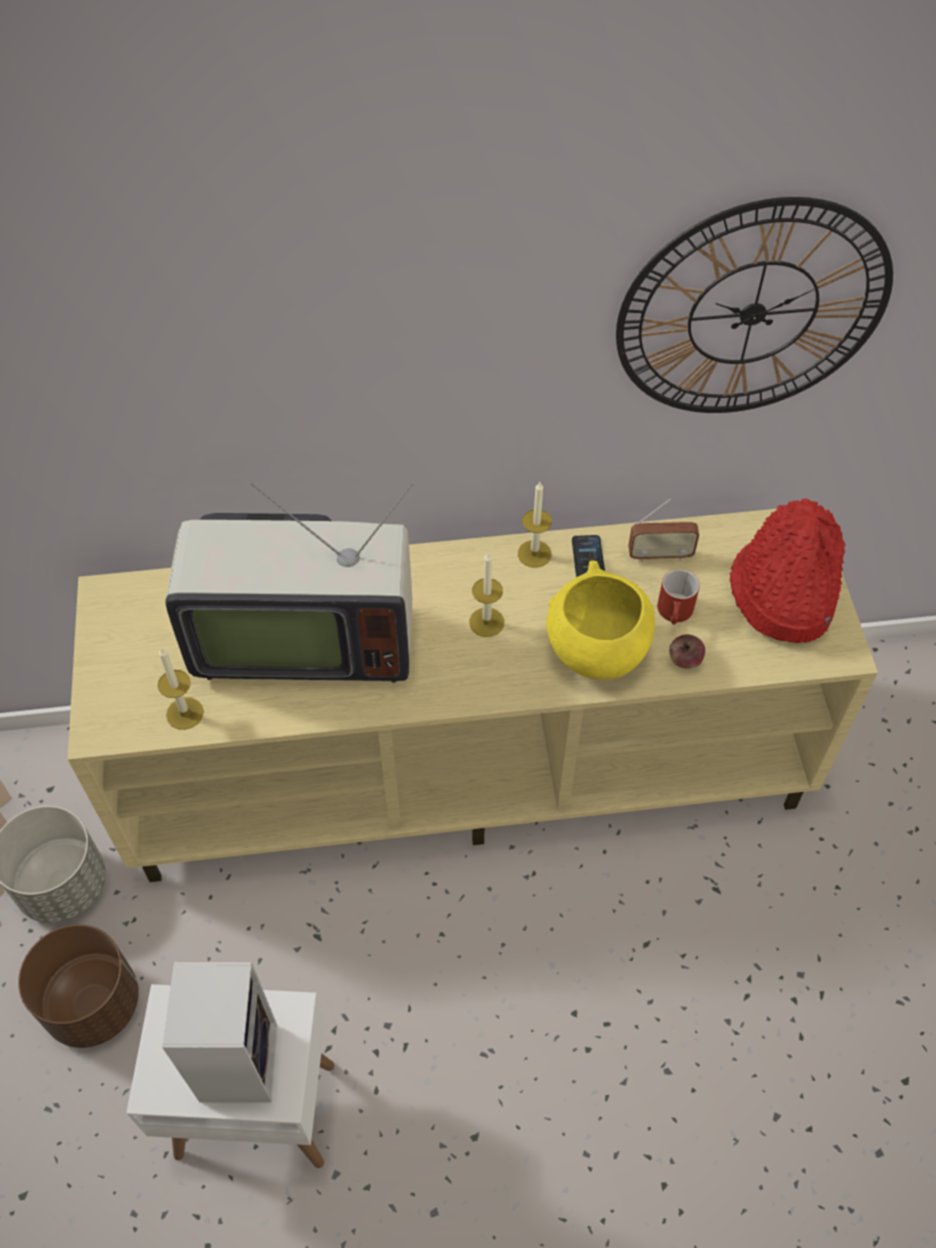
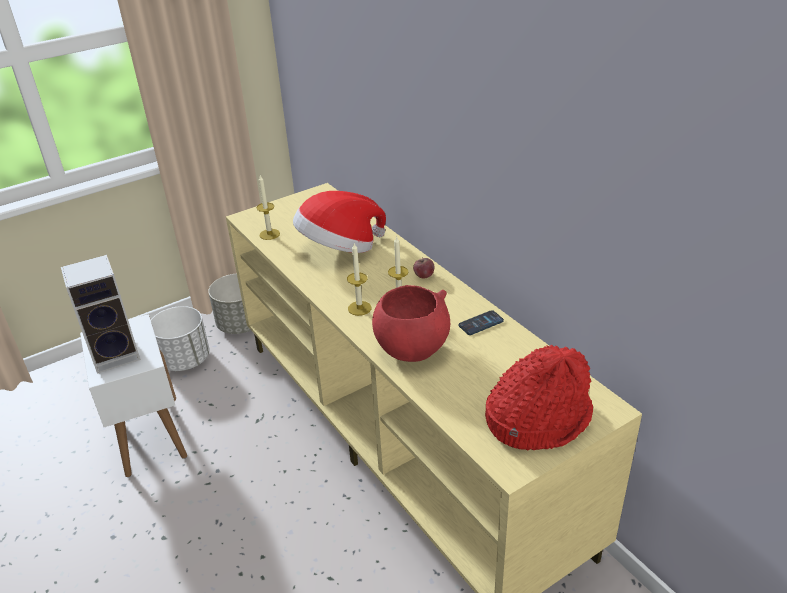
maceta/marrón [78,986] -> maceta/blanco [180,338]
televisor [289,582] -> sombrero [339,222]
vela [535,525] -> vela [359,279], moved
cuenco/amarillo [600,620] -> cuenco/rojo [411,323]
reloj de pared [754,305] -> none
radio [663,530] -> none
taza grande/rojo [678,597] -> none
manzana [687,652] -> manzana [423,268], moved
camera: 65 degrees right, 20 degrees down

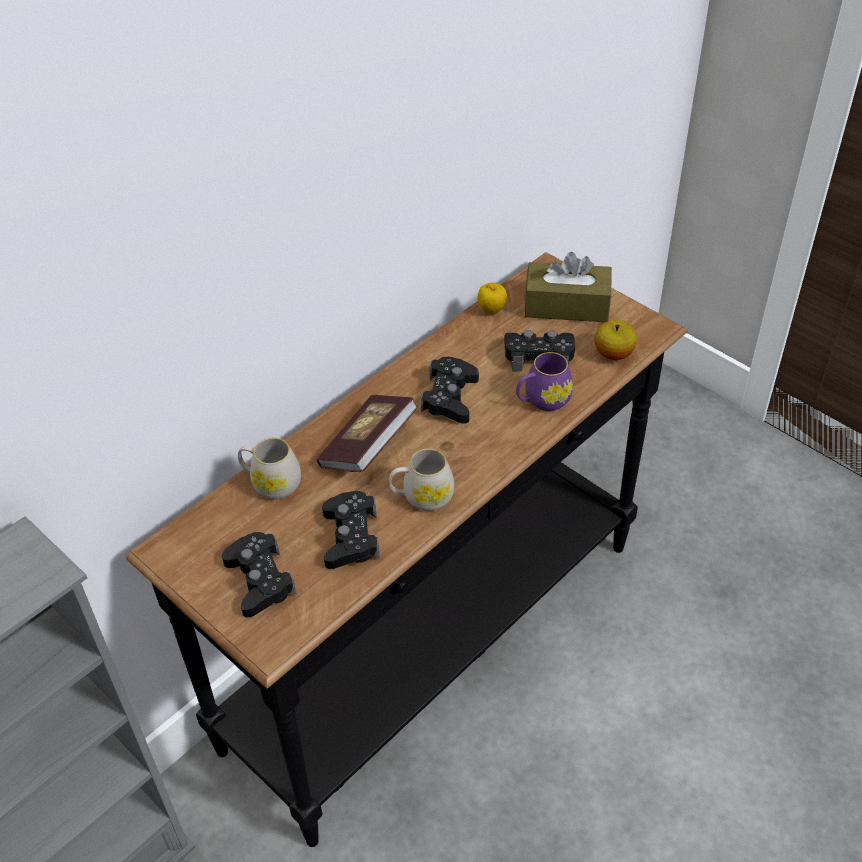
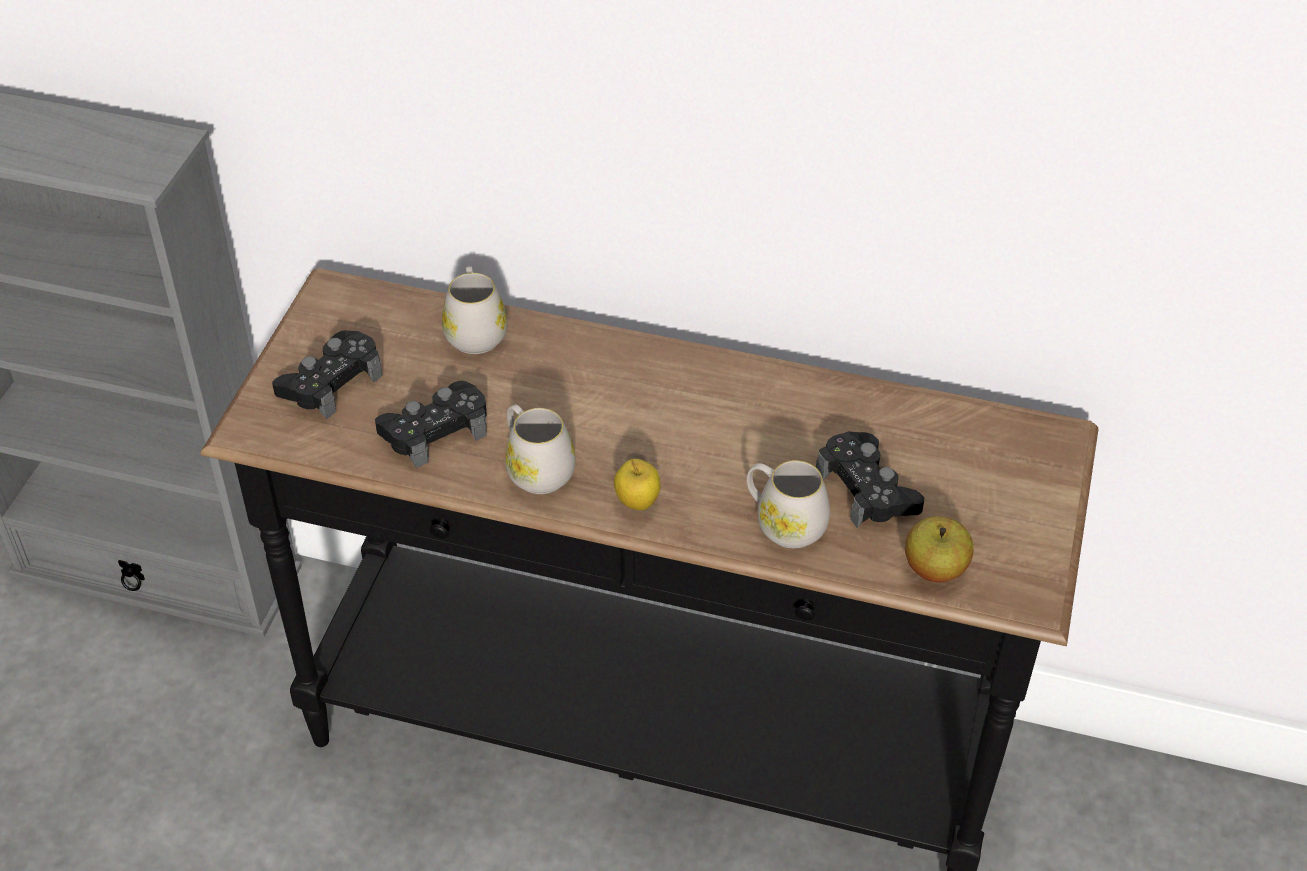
libro [367,433] -> none
mando de consola/negro [450,390] -> none
manzana [492,298] -> manzana [637,484], moved
taza grande/morado [544,381] -> taza grande/blanco [788,504]
caja de pañuelos/marrón [568,287] -> none
camera: 60 degrees right, 0 degrees up

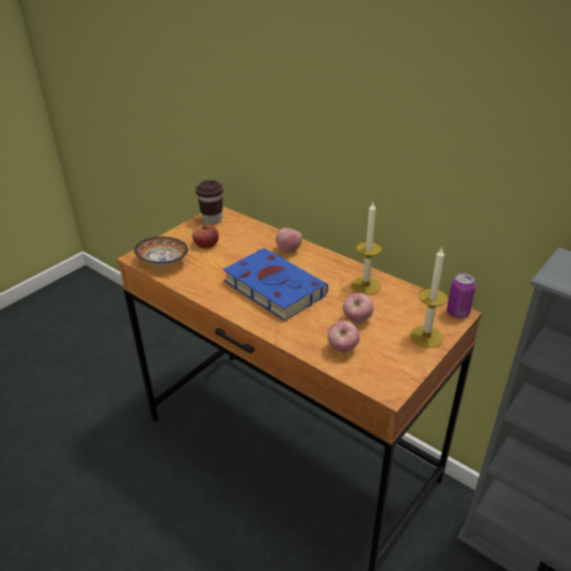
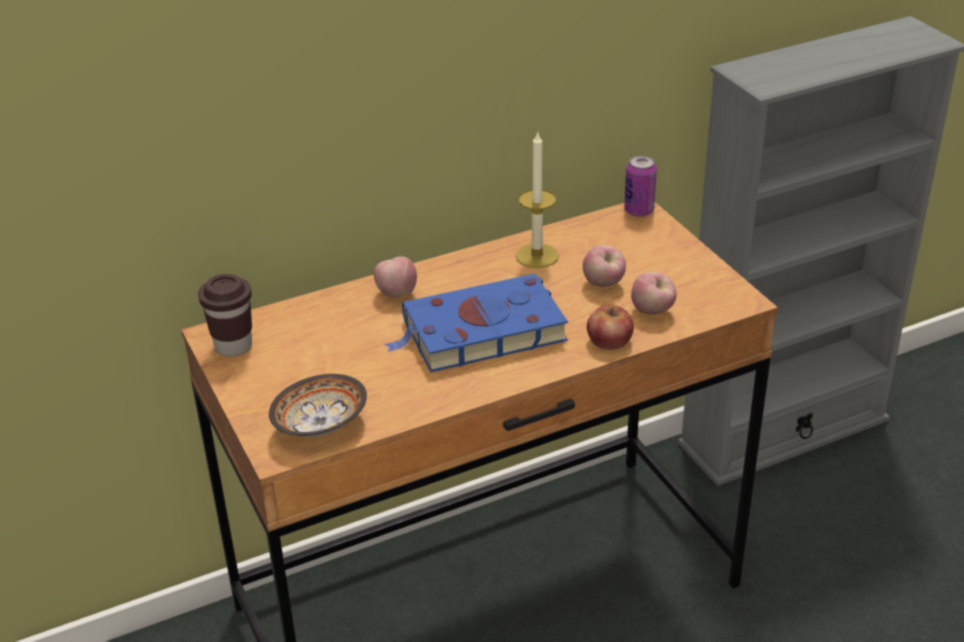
manzana [205,236] -> manzana [610,327], moved
vela [429,297] -> none
camera: 65 degrees left, 0 degrees up

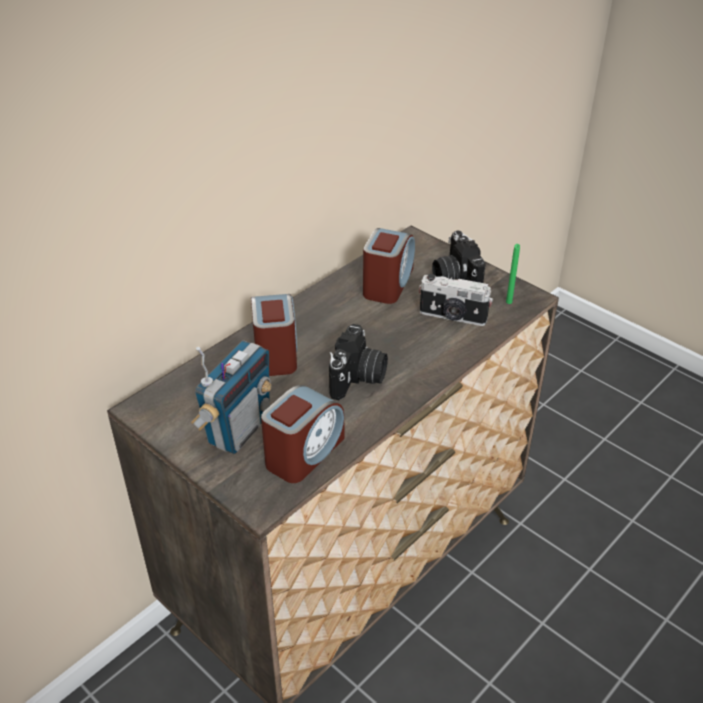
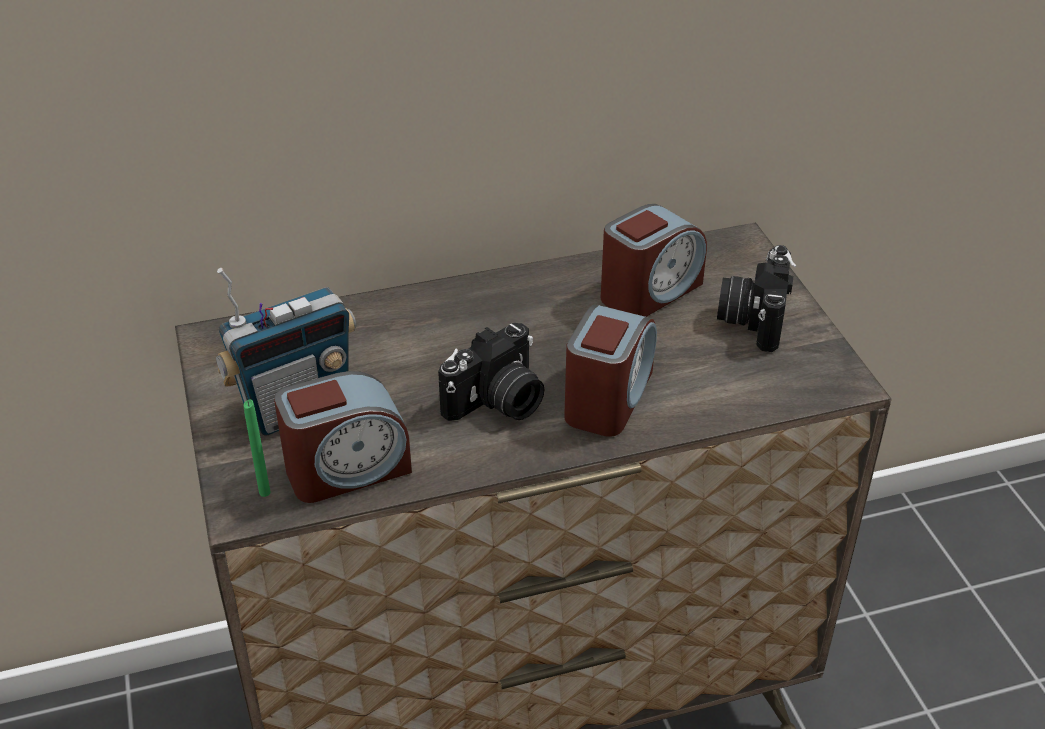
despertador [274,335] -> despertador [610,370], moved
cámara [456,300] -> none
vela/verde [513,274] -> vela/verde [257,448], moved
camera: 30 degrees right, 0 degrees up

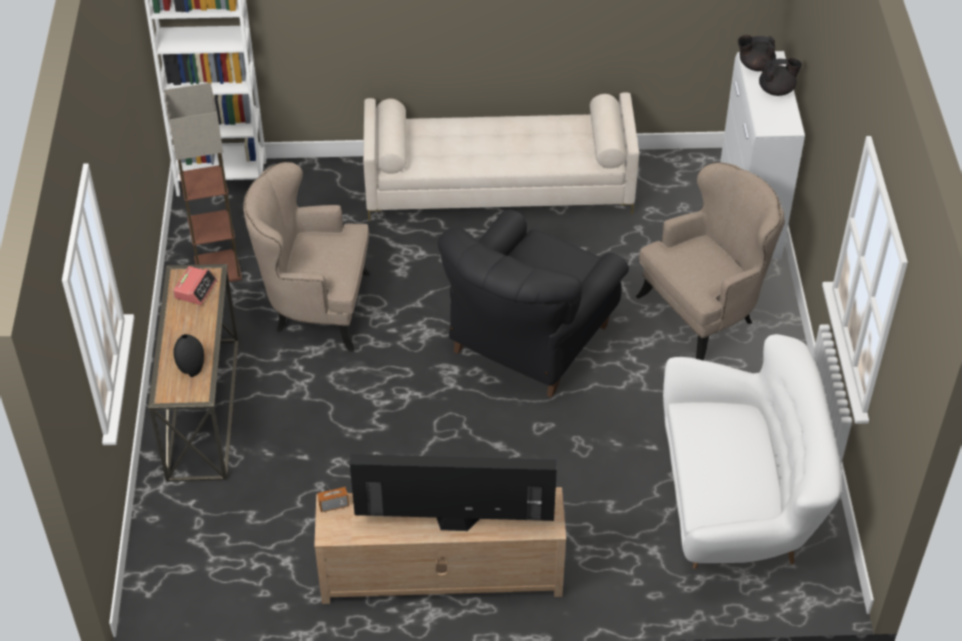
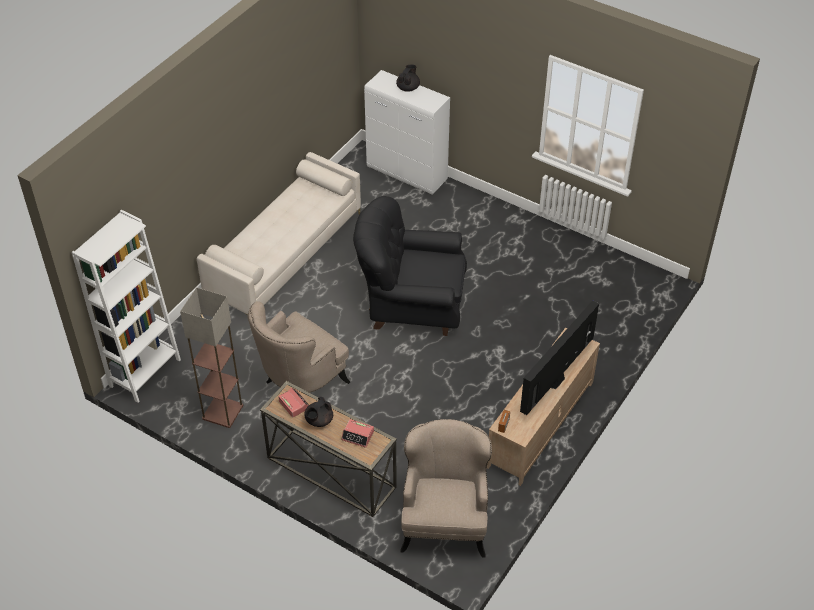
florero/negro [188,355] -> despertador [357,433]
sillón/negro [533,304] -> sillón/negro [410,266], 120 degrees clockwise
sillón/beis [710,261] -> sillón/beis [446,488], moved
sofá/blanco [752,451] -> none
tetera/negro [757,53] -> tetera/negro [318,412], moved
camera: 55 degrees left, 0 degrees up

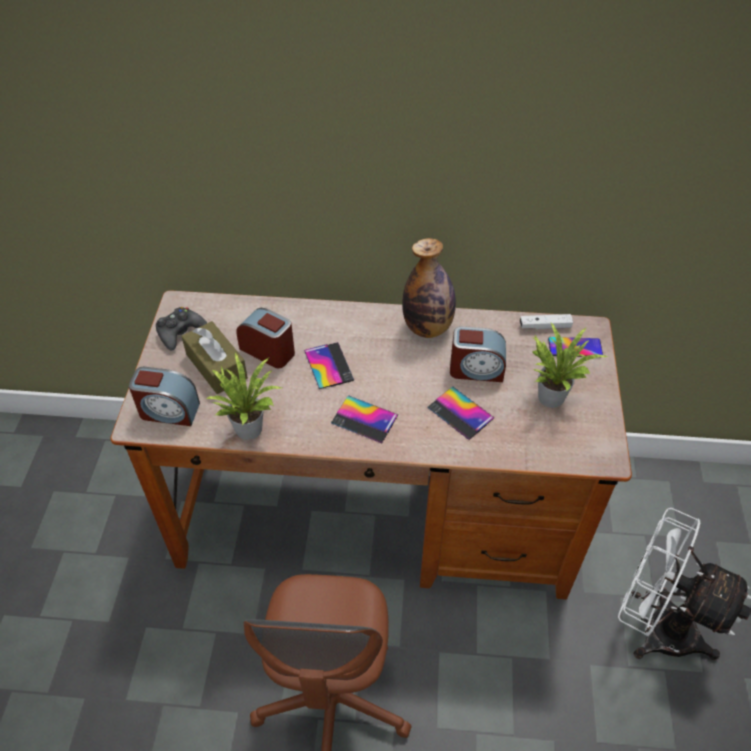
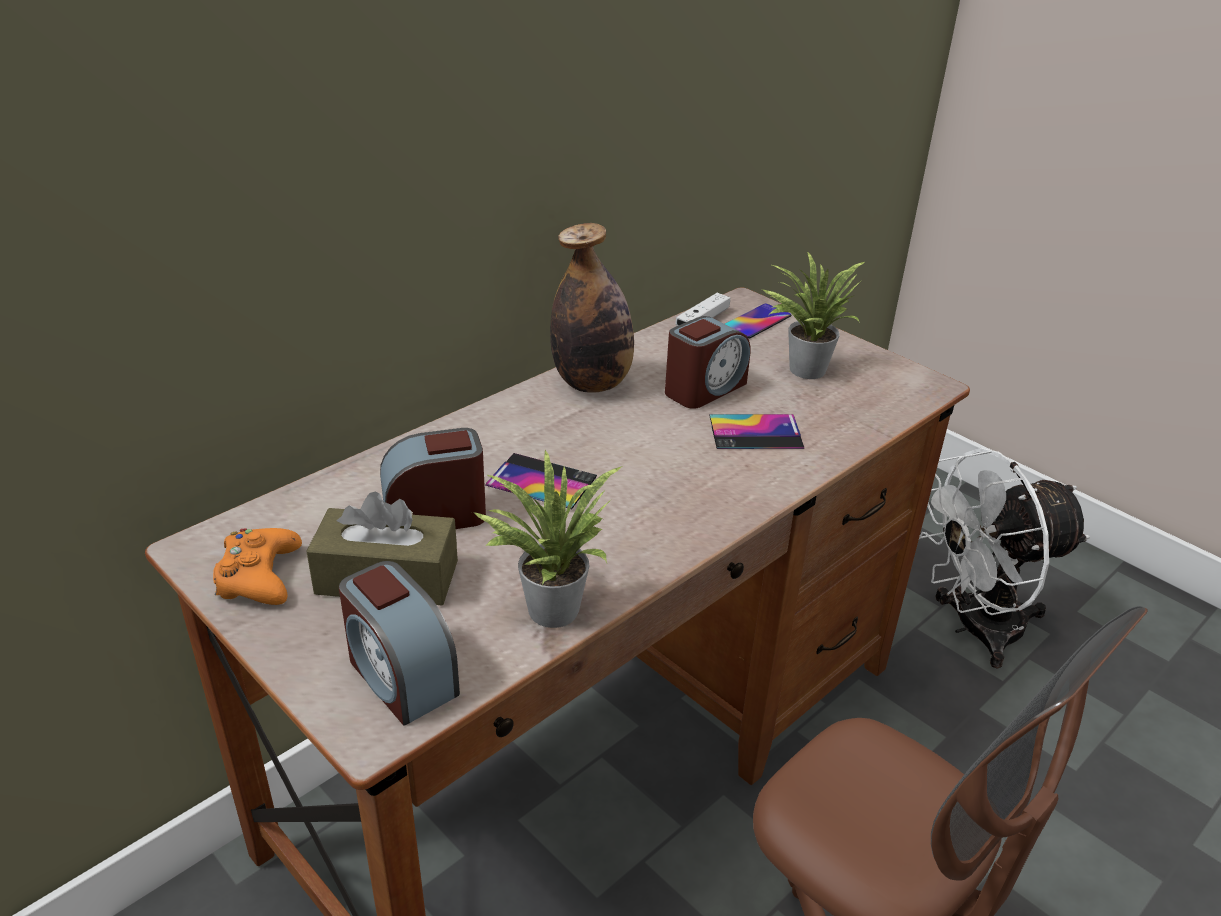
despertador [164,396] -> despertador [399,643], 90 degrees clockwise
mando de consola/negro [181,329] -> mando de consola/naranja [257,566]
móvil [364,419] -> none
camera: 50 degrees left, 15 degrees down

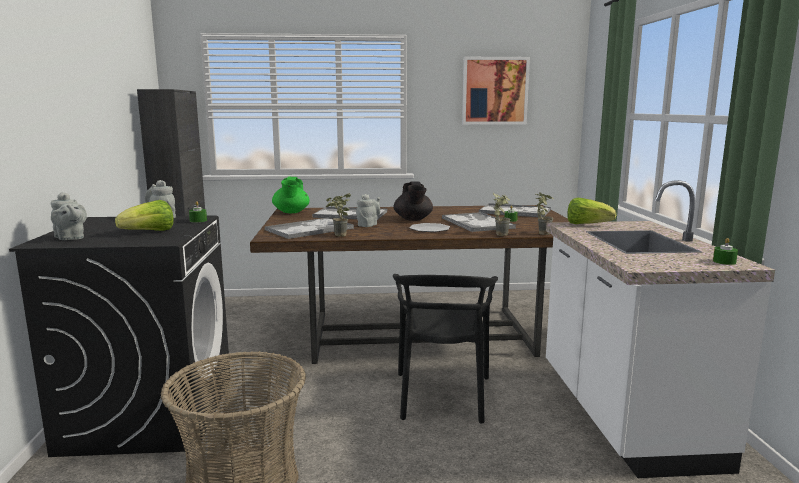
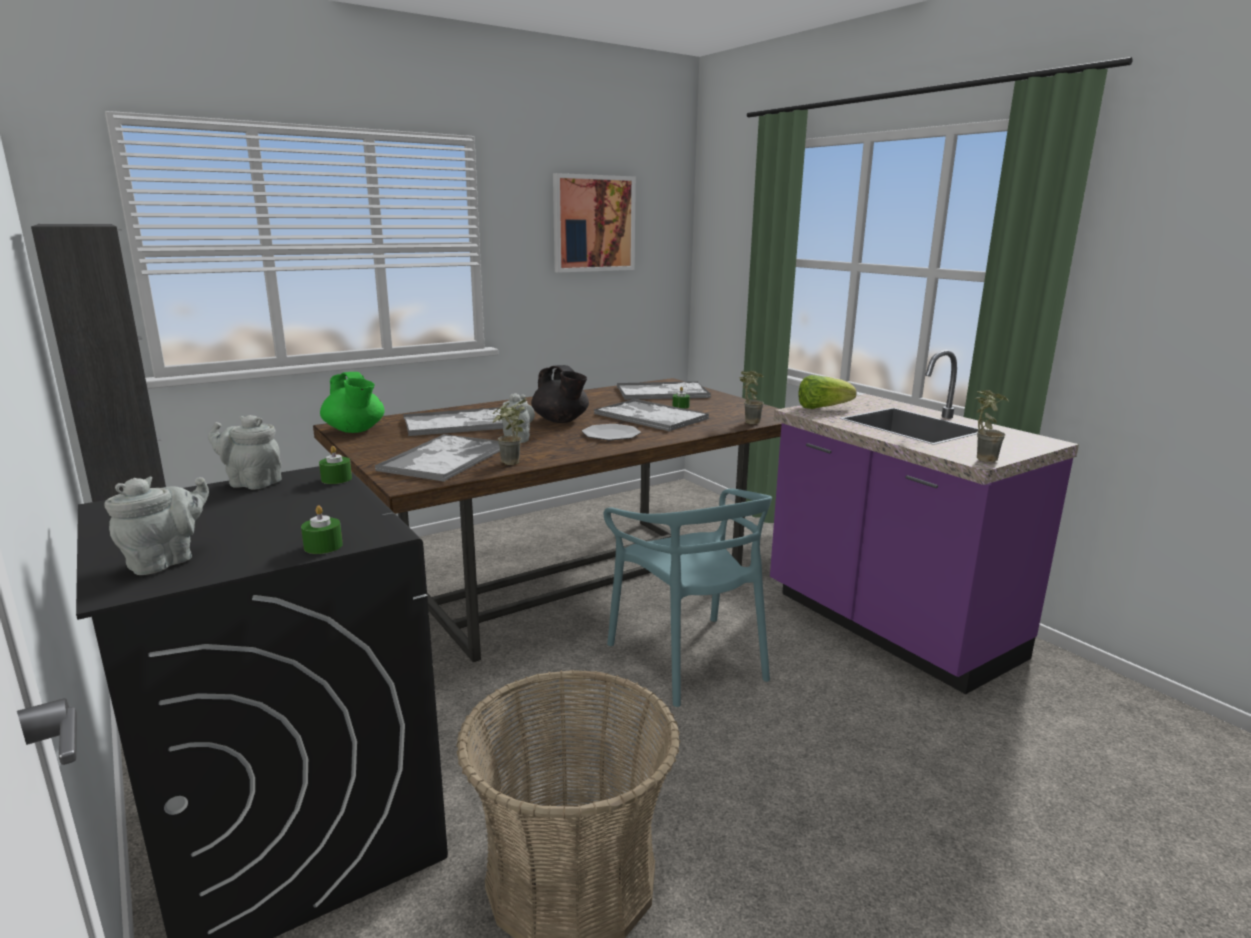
tetera/gris [69,216] -> tetera/gris [156,525], 75 degrees counterclockwise
lechuga [144,215] -> none
silla/negro [445,349] -> silla/turquesa [688,598]
planta en maceta [501,214] -> planta en maceta [992,426], moved
mueble bajo de cocina/blanco [660,329] -> mueble bajo de cocina/morado [924,522]
vela/verde [725,251] -> vela/verde [322,530], moved
camera: 30 degrees left, 5 degrees up

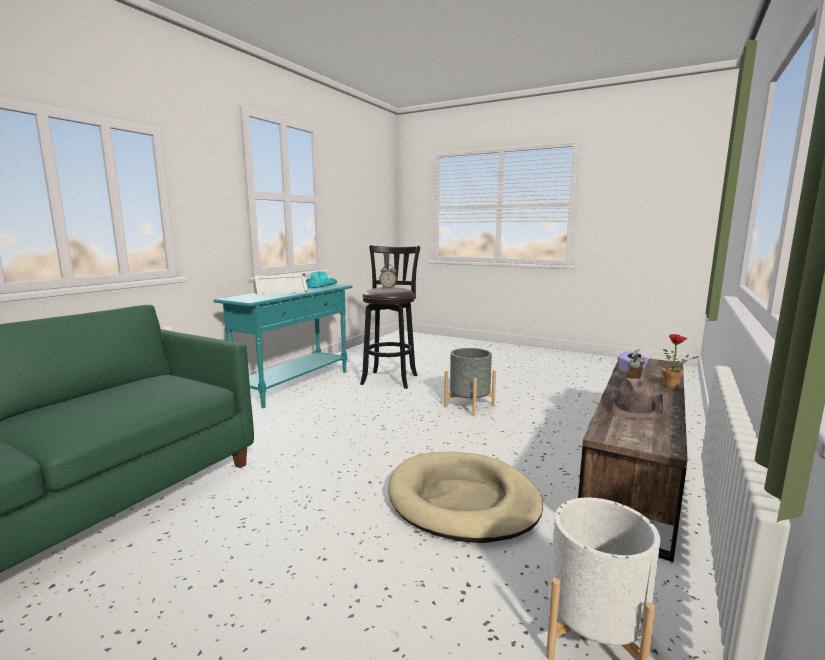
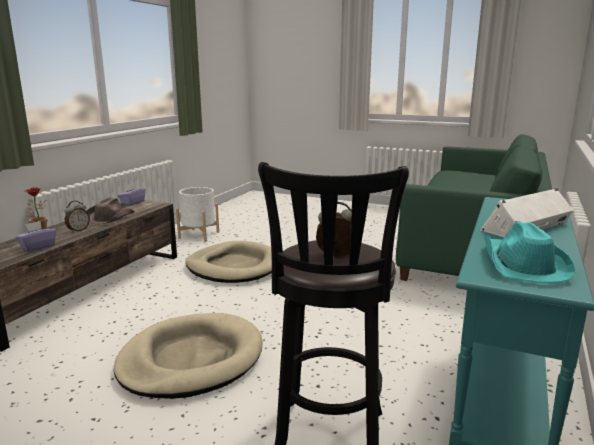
maceta/gris [470,382] -> cama para perro/beis [188,356]
none -> caja de pañuelos/morado [132,194]
camera: 175 degrees right, 5 degrees up

